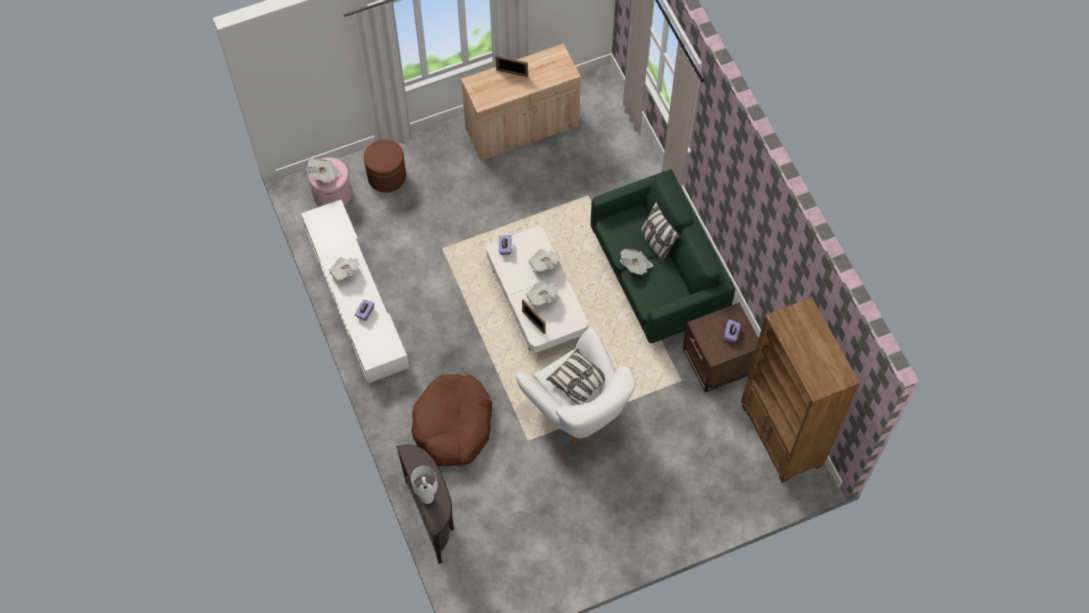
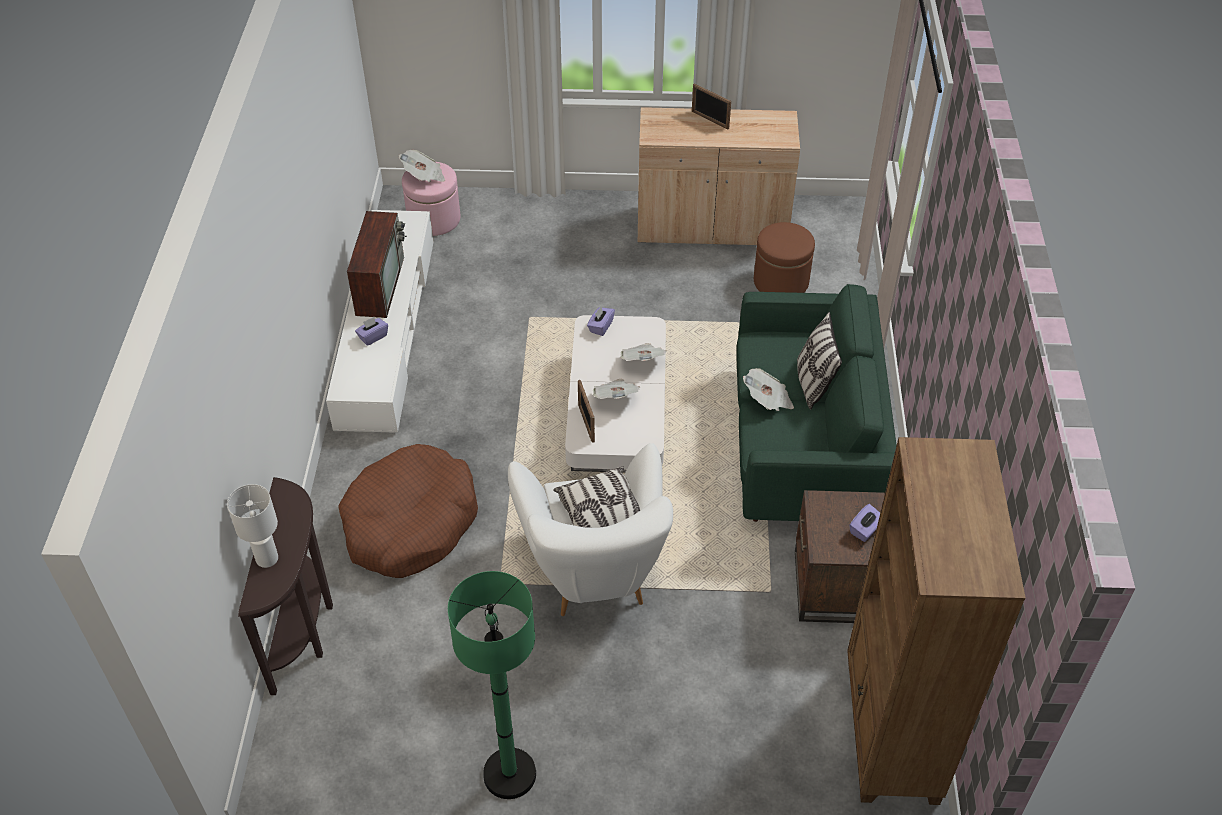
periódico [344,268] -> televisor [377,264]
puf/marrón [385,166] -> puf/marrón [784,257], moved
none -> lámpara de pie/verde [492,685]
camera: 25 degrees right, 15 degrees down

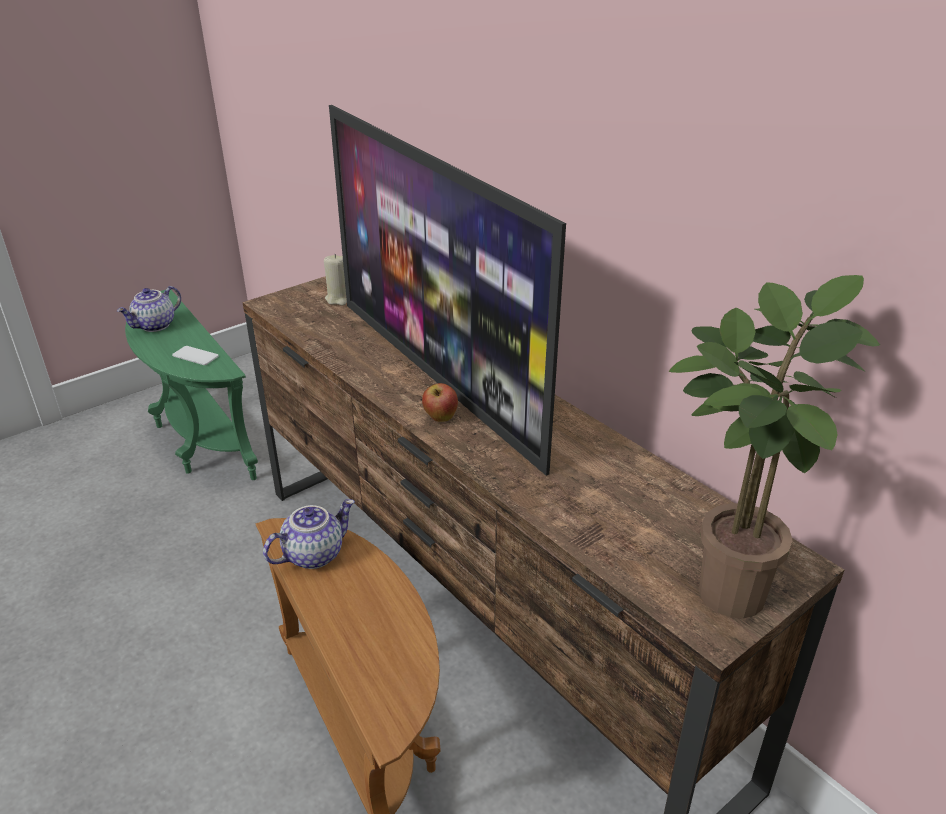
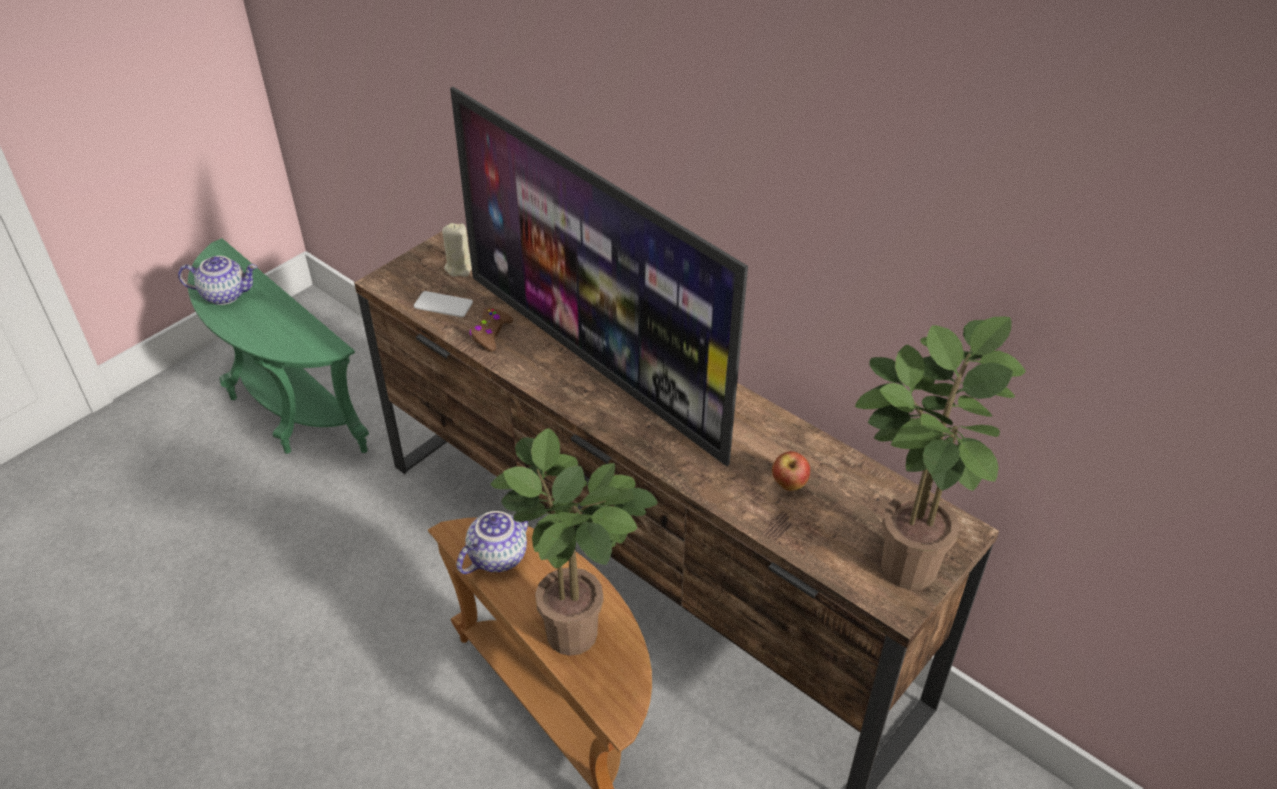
tetera [149,309] -> tetera [217,280], 120 degrees counterclockwise
móvil [195,355] -> móvil [443,304], moved
manzana [440,402] -> manzana [791,471], moved
none -> mando de consola/marrón [491,329]
none -> planta en maceta [574,542]
camera: 10 degrees left, 10 degrees up

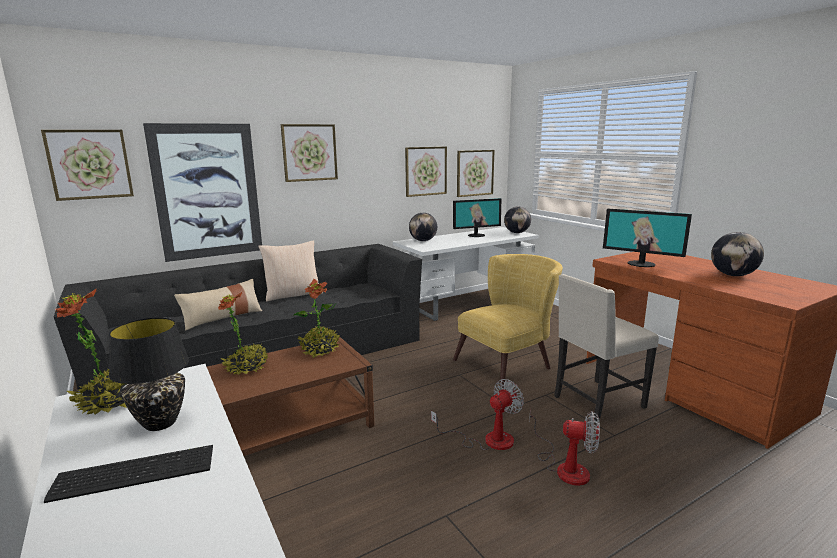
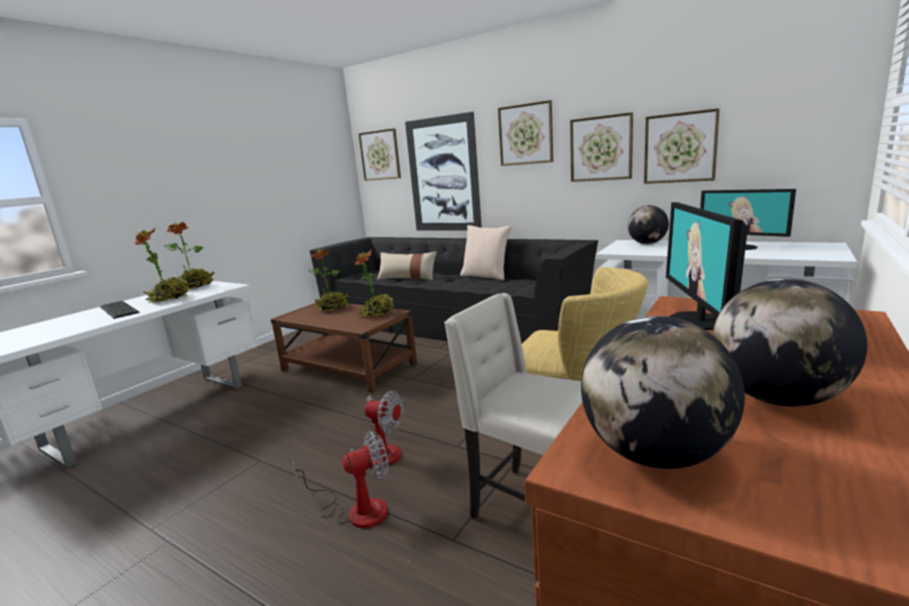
lámpara de mesa/negro [149,374] -> planta en maceta [161,265]
cuadro [475,173] -> cuadro [601,147], moved
globo terráqueo [517,219] -> globo terráqueo [663,392], moved
ventilador [564,447] -> ventilador [341,479], 105 degrees counterclockwise
camera: 65 degrees right, 0 degrees up

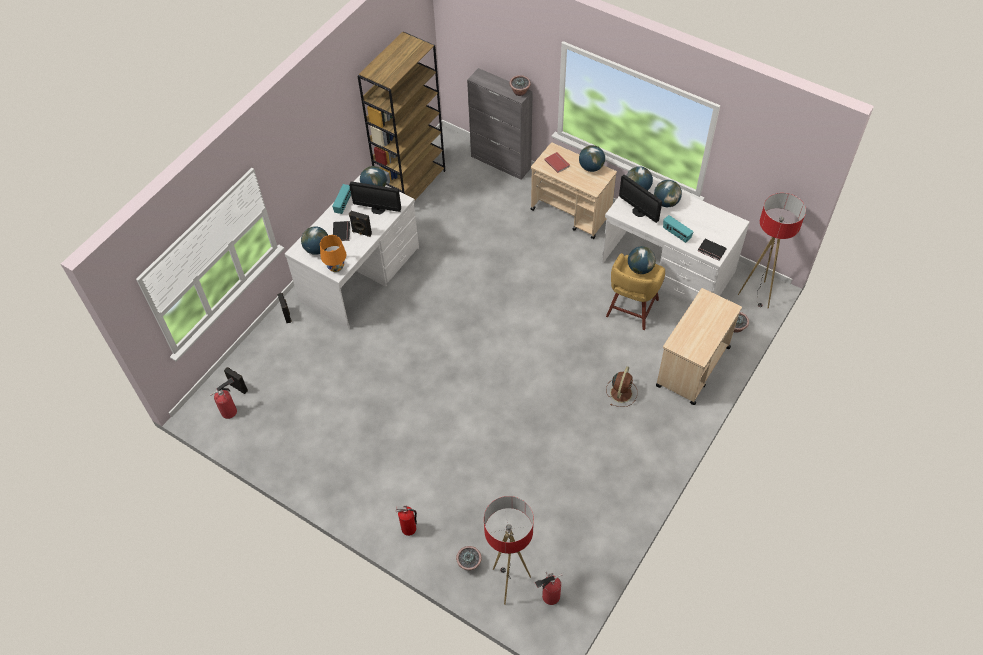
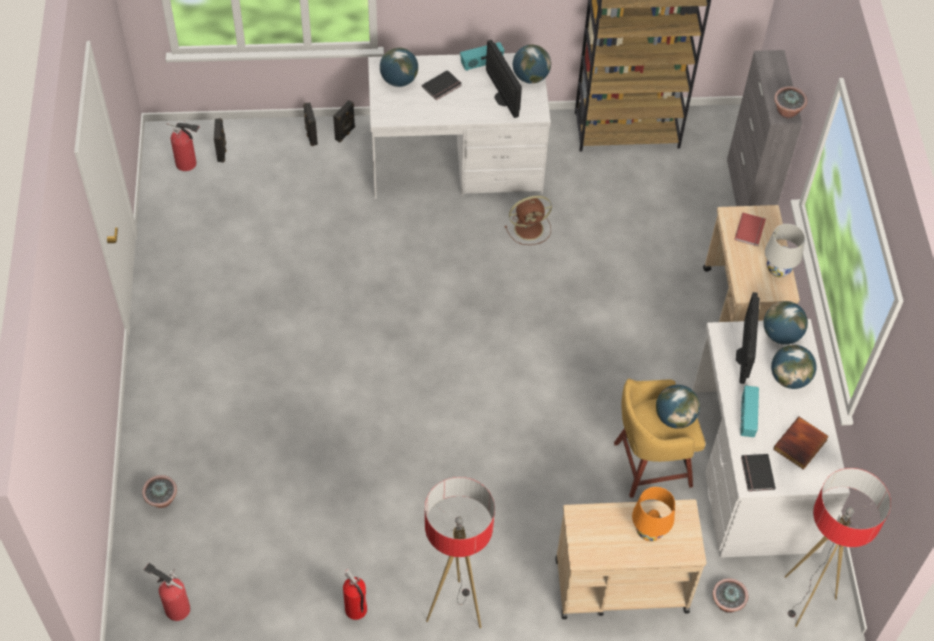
lámpara de mesa/naranja [333,253] -> lámpara de mesa/naranja [653,514], moved
altavoz/negro [360,224] -> altavoz/negro [310,124], moved
extintor [406,520] -> extintor [355,594], moved
lámpara de pie [509,550] -> lámpara de pie [460,552], moved
globo terráqueo [592,158] -> lámpara de mesa/blanco [785,250]
ventilador/marrón [621,386] -> ventilador/marrón [528,220], moved
none -> libro [801,443]
camera: 50 degrees right, 0 degrees up

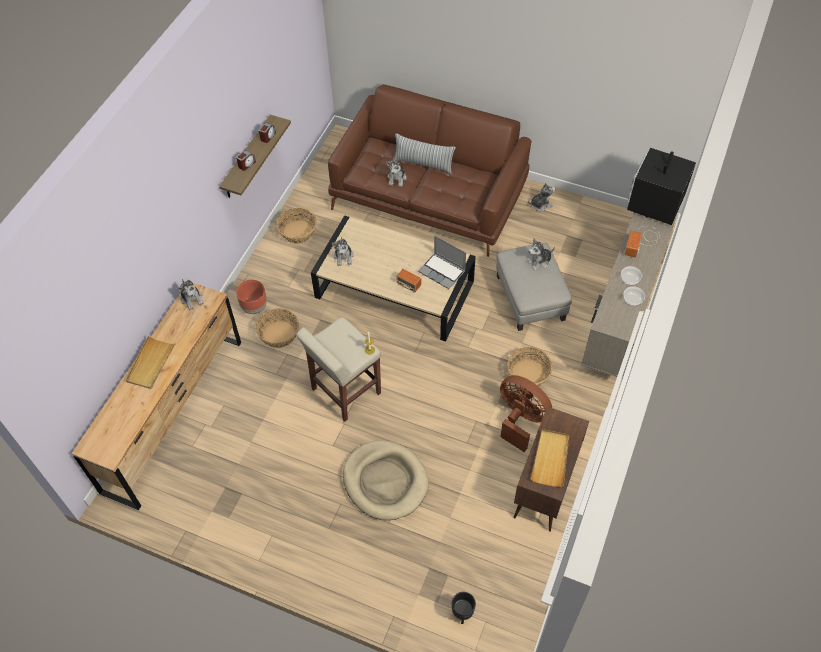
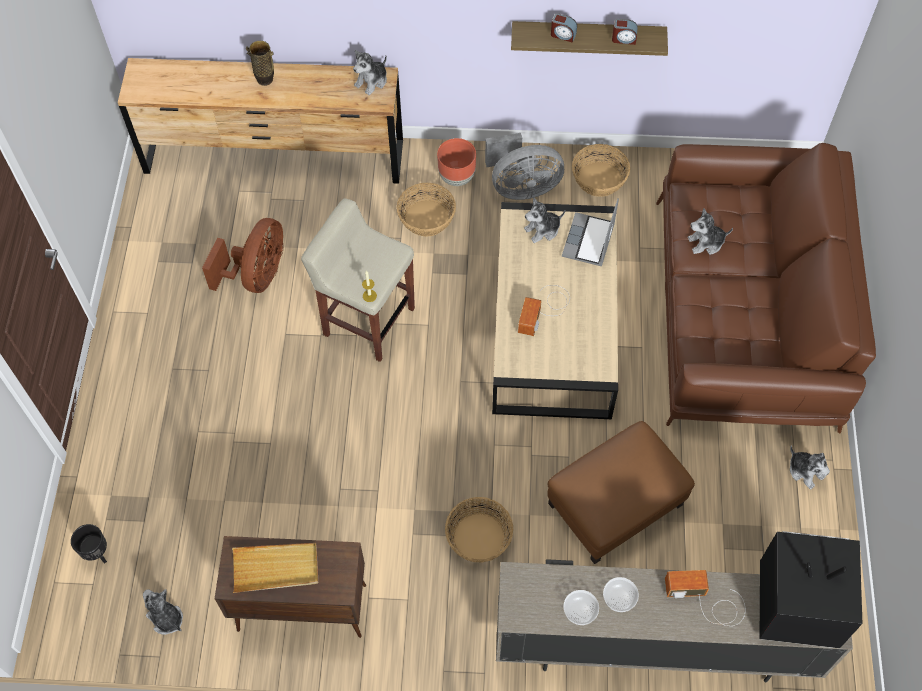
bandeja/beis [151,362] -> florero [260,63]
cama para perro/beis [386,480] -> none
cojín [424,153] -> none
portátil [442,262] -> portátil [590,232], moved
puf/gris [534,287] -> puf/marrón [621,492]
ventilador/marrón [526,413] -> ventilador/marrón [242,255], moved
peluche [540,254] -> peluche [163,612], moved
none -> ventilador/gris [524,166]
camera: 70 degrees right, 5 degrees up

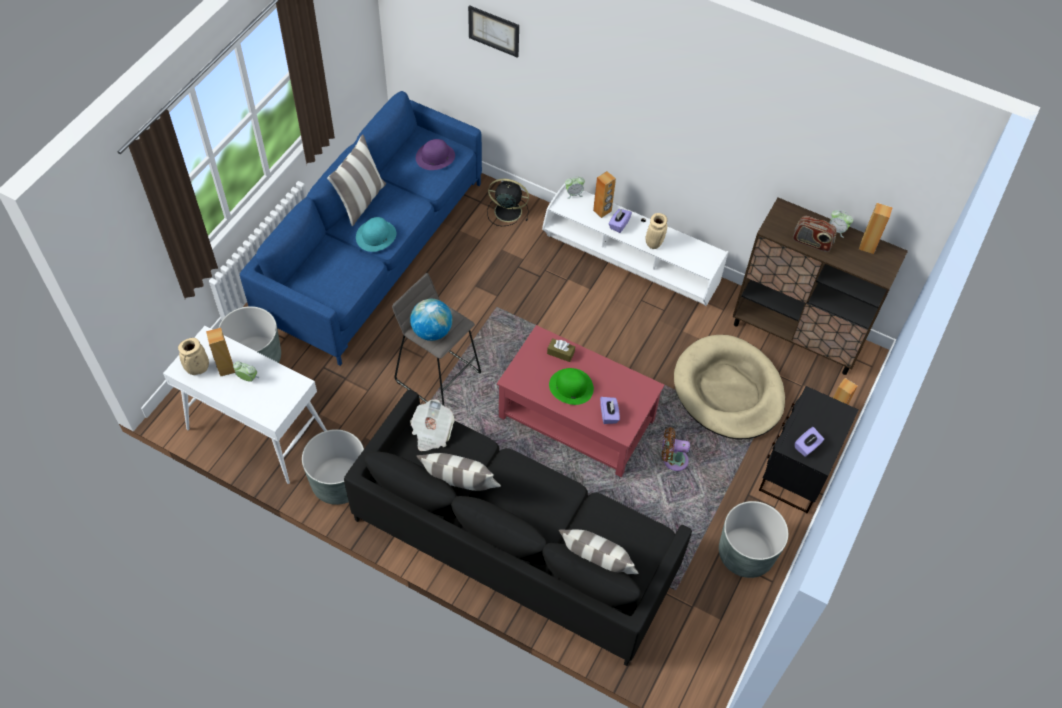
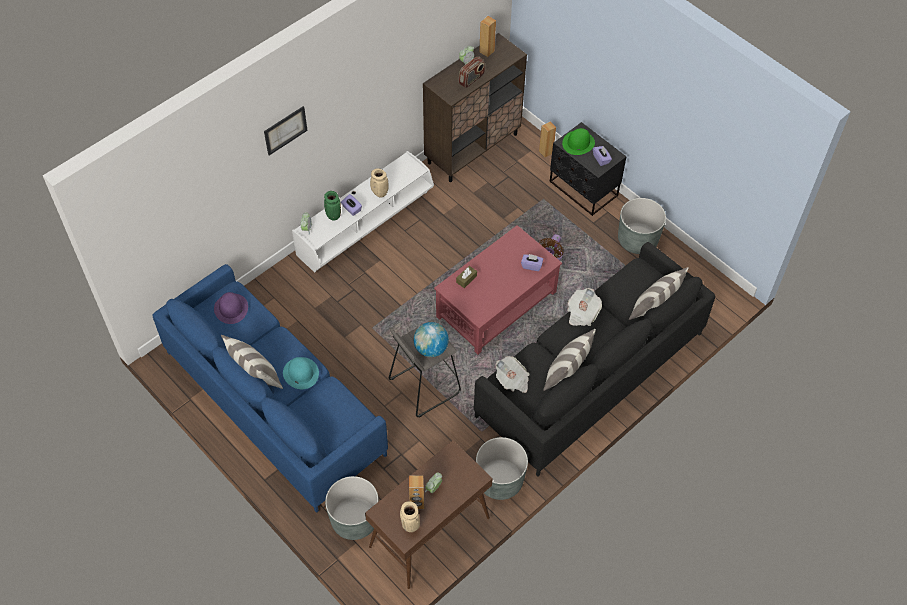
mesa consola/blanco [245,405] -> mesa consola/marrón [429,514]
cuadro [493,31] -> cuadro [286,130], moved
ventilador/negro [508,202] -> none
sombrero/verde [571,386] -> sombrero/verde [578,141], moved
altavoz/marrón [604,194] -> florero/verde [332,206]
cama para perro/beis [729,387] -> none
none -> periódico [584,307]
camera: 70 degrees left, 0 degrees up

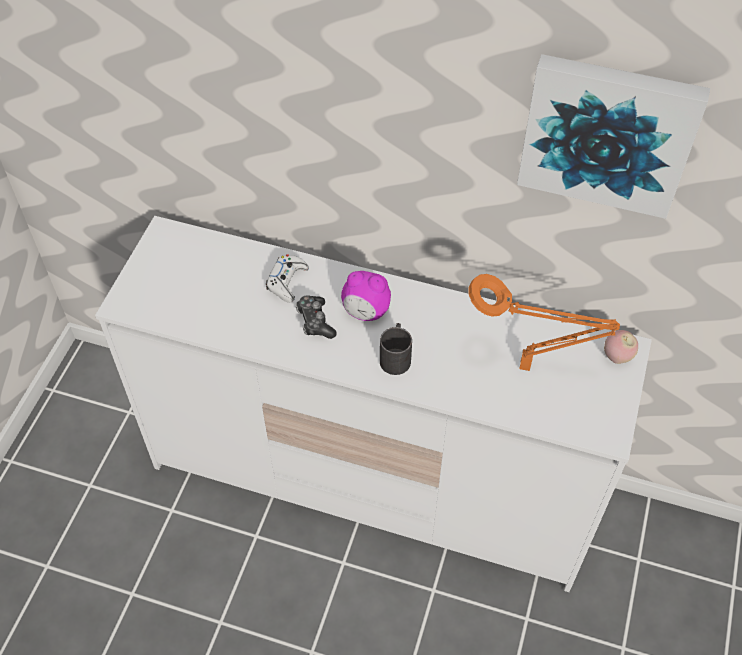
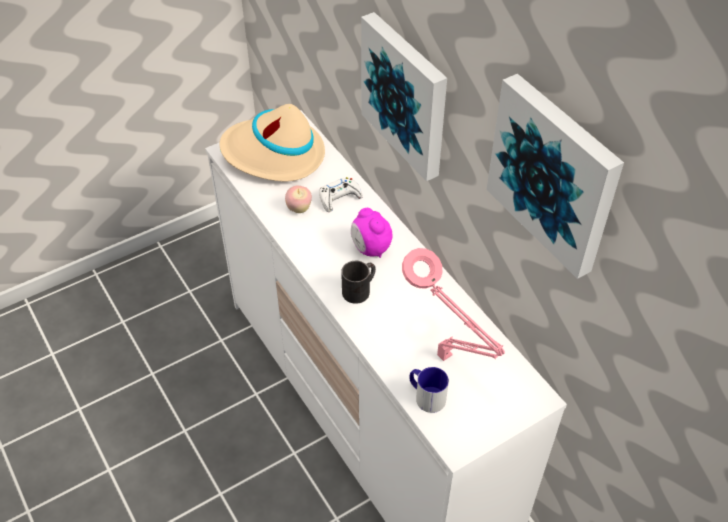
mando de consola [316,317] -> none
lámpara de mesa/naranja [544,322] -> lámpara de mesa/rosa [453,304]
manzana [621,347] -> manzana [298,199], moved
none -> sombrero/beis [272,143]
none -> cuadro [404,96]
none -> taza grande [429,390]
camera: 40 degrees right, 5 degrees down

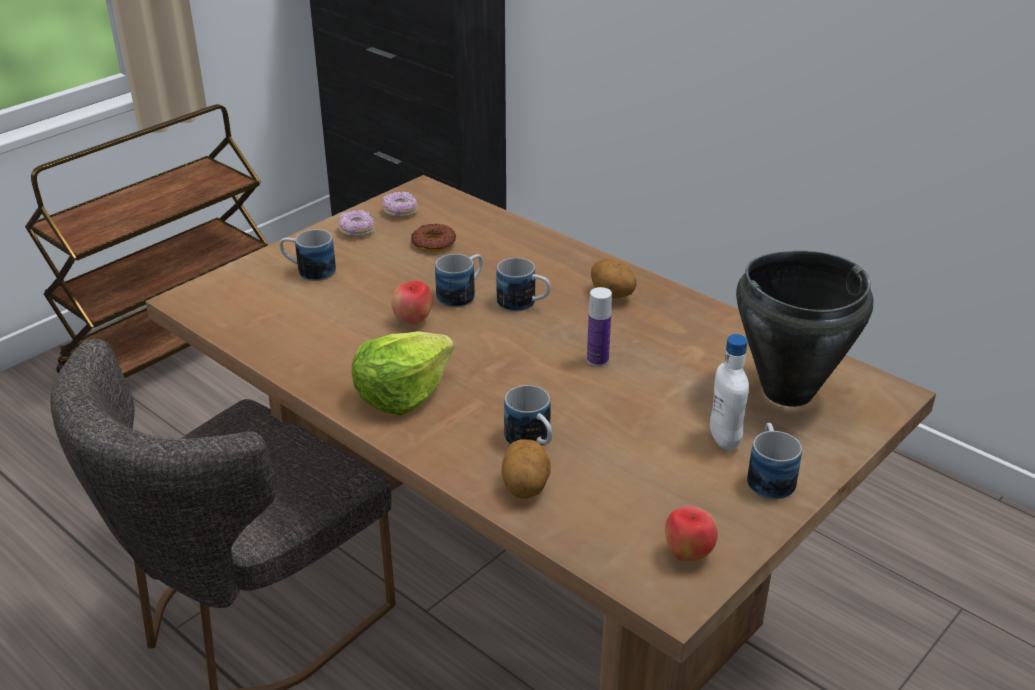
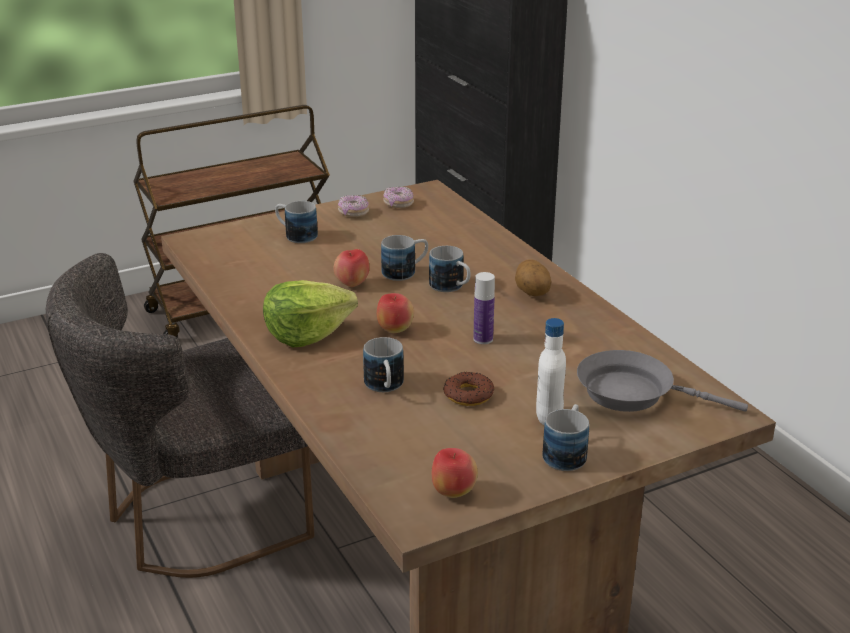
rosquilla [433,238] -> rosquilla [468,389], moved
patata [526,469] -> none
olla/negro [804,329] -> sartén/gris [662,381]
none -> manzana [395,313]
camera: 20 degrees right, 5 degrees down

